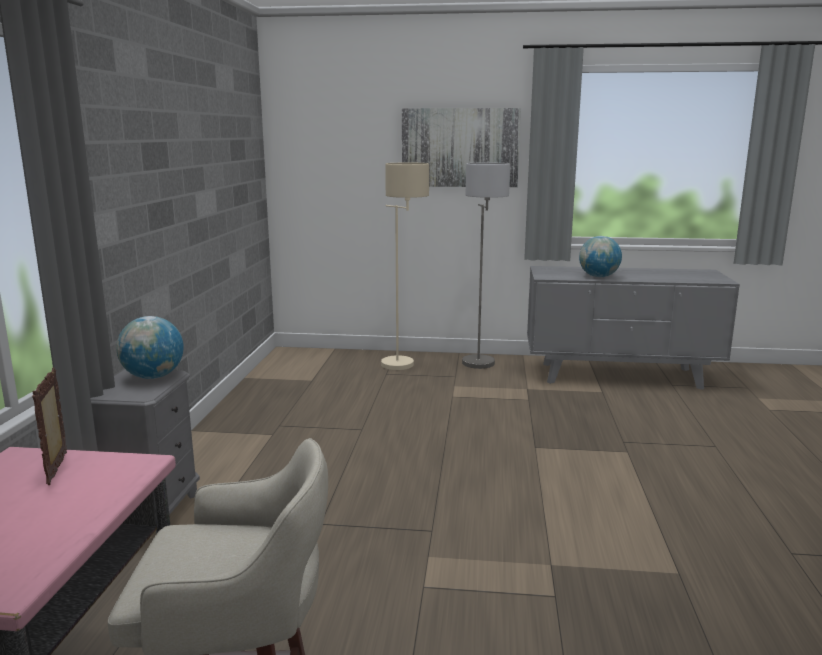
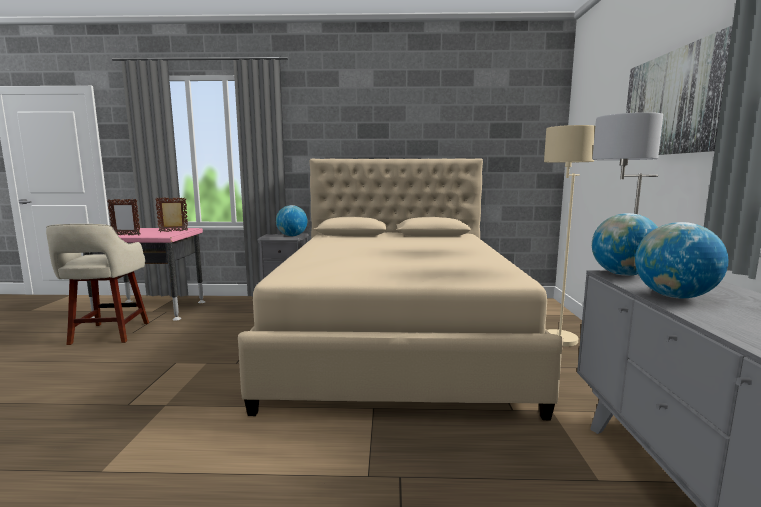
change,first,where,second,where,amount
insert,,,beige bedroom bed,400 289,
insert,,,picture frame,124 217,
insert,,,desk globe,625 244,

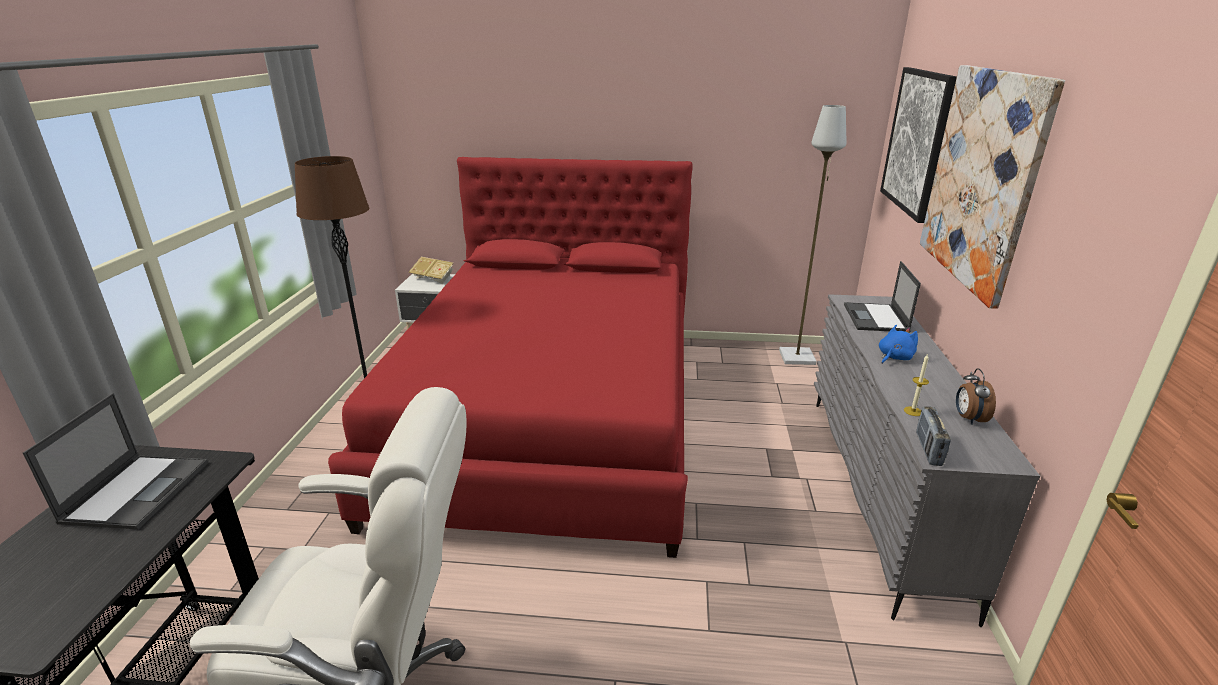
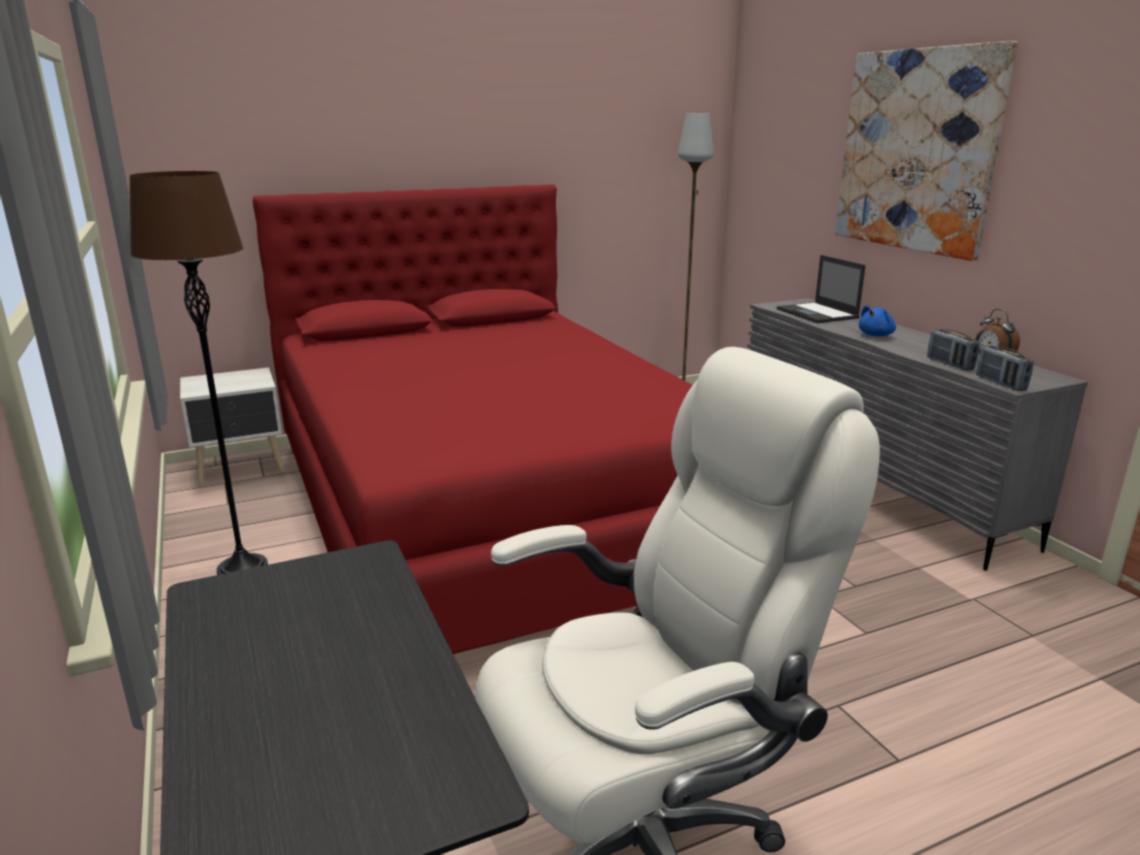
change,first,where,second,where,amount
delete,wall art,918 145,,,
delete,bound book,431 270,,,
rotate,bluish plush toy,898 344,,877 320,150 degrees counterclockwise
replace,wax light,916 385,radio set,953 350,
delete,notebook computer,115 461,,,

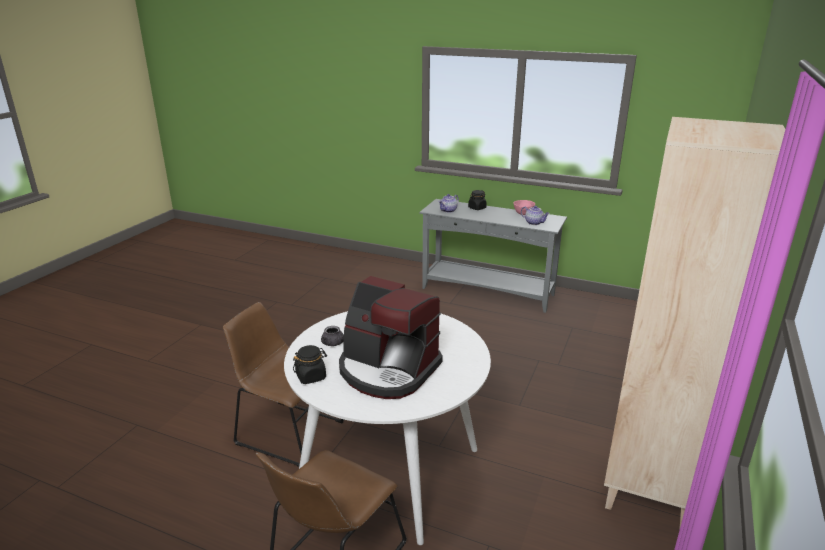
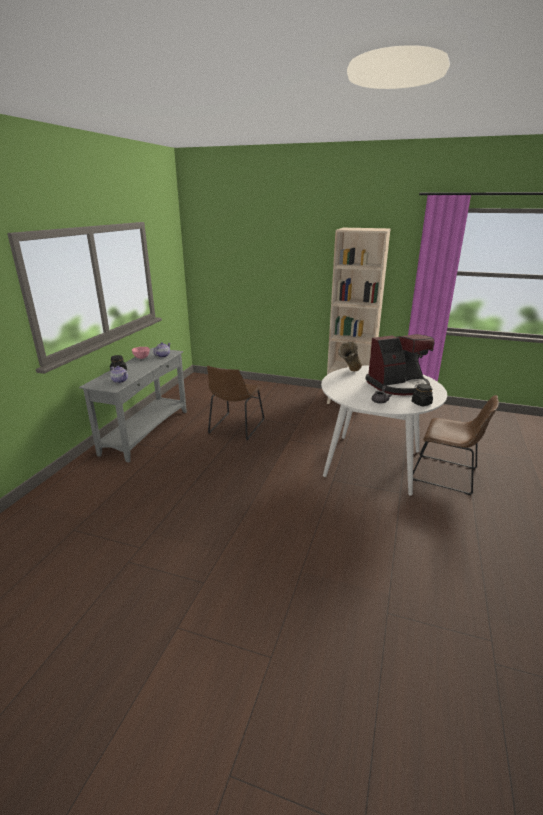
change,first,where,second,where,amount
rotate,coffee maker,391 337,,399 364,45 degrees clockwise
move,brownish plain chair,283 384,,235 403,
insert,,,beige vase,350 356,

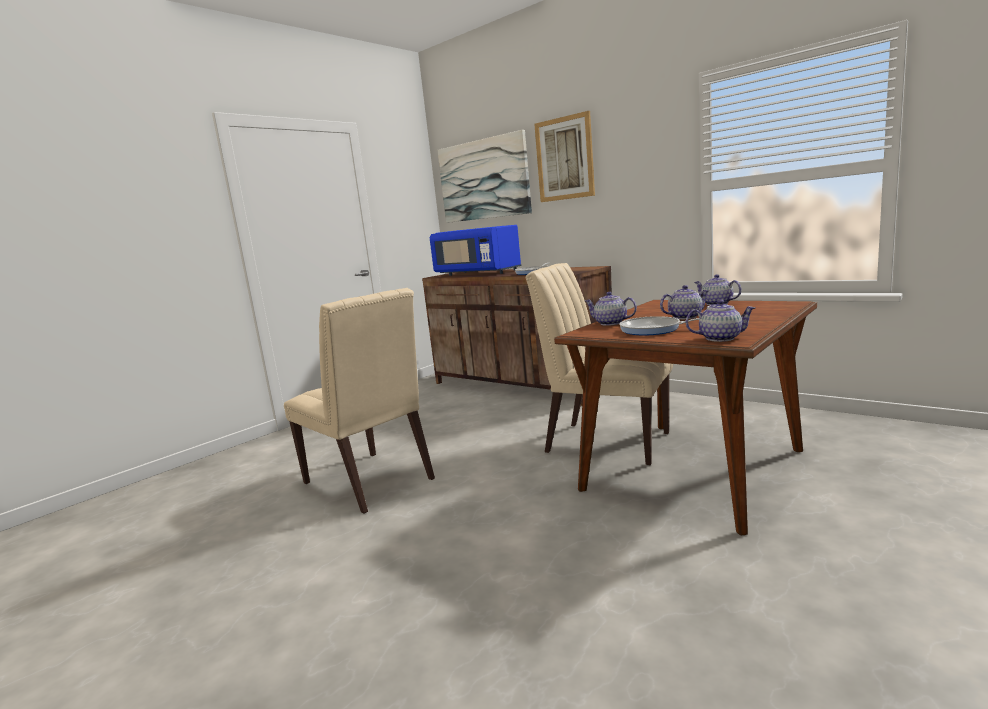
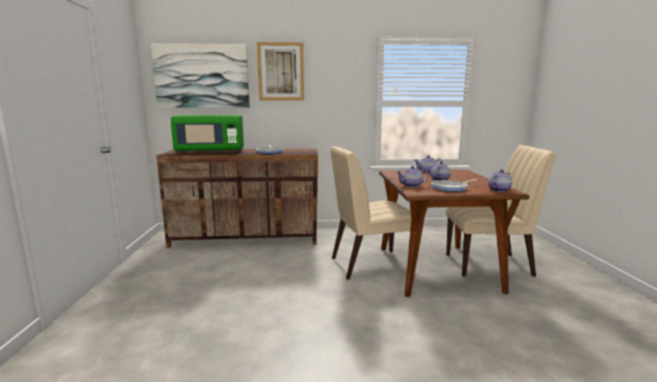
change,first,where,second,where,amount
recolor,bluish kitchen microwave,476 250,green-coloured kitchen microwave,207 134,
move,beige plain chair,359 401,,501 211,

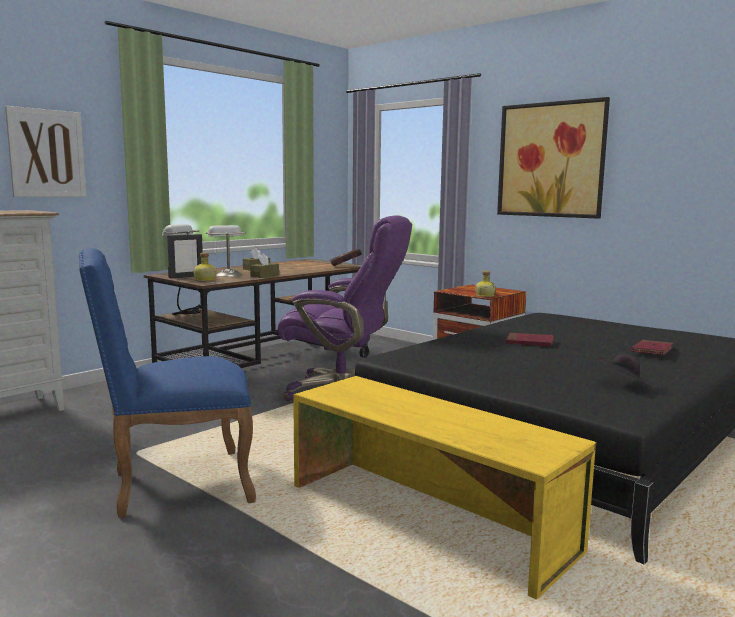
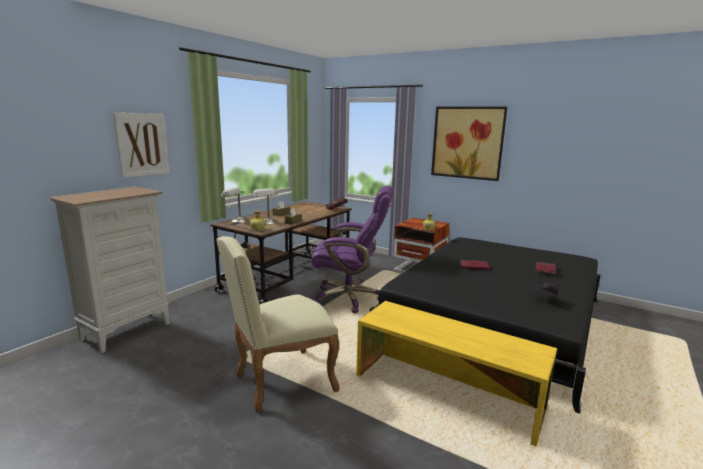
change,first,where,second,where,amount
delete,picture frame,185 256,,,
recolor,bluish plain chair,167 383,beige plain chair,277 324,

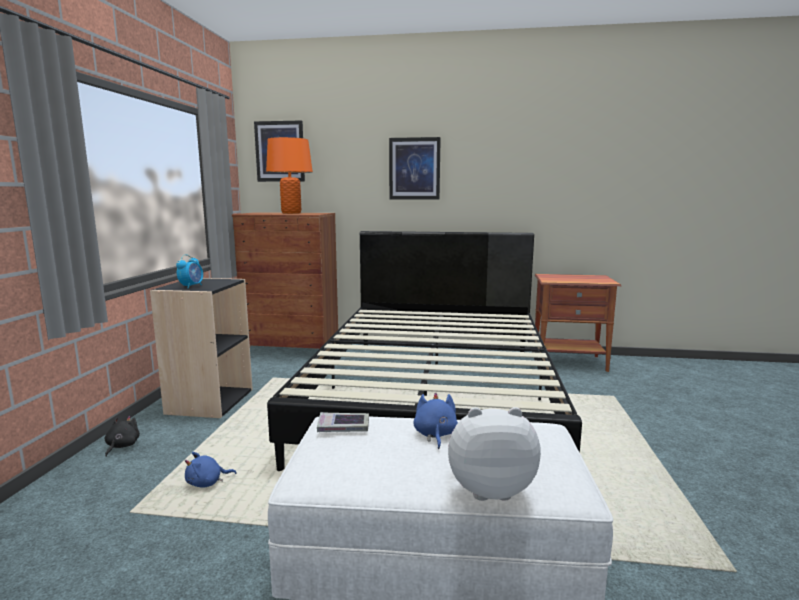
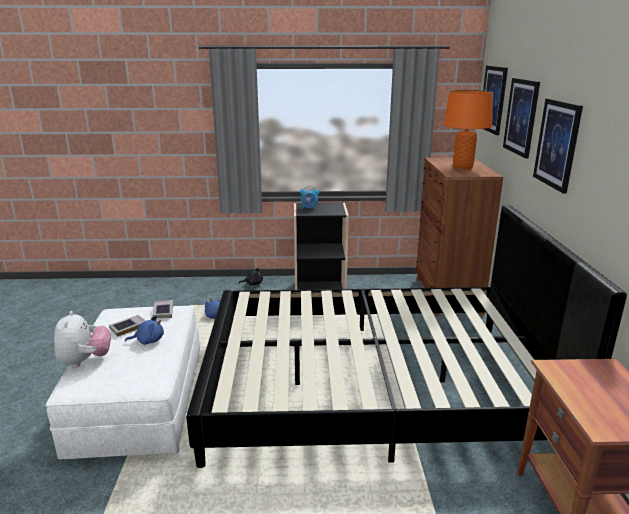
change,first,where,second,where,amount
insert,,,wall art,521 118,
insert,,,bound book,127 326,

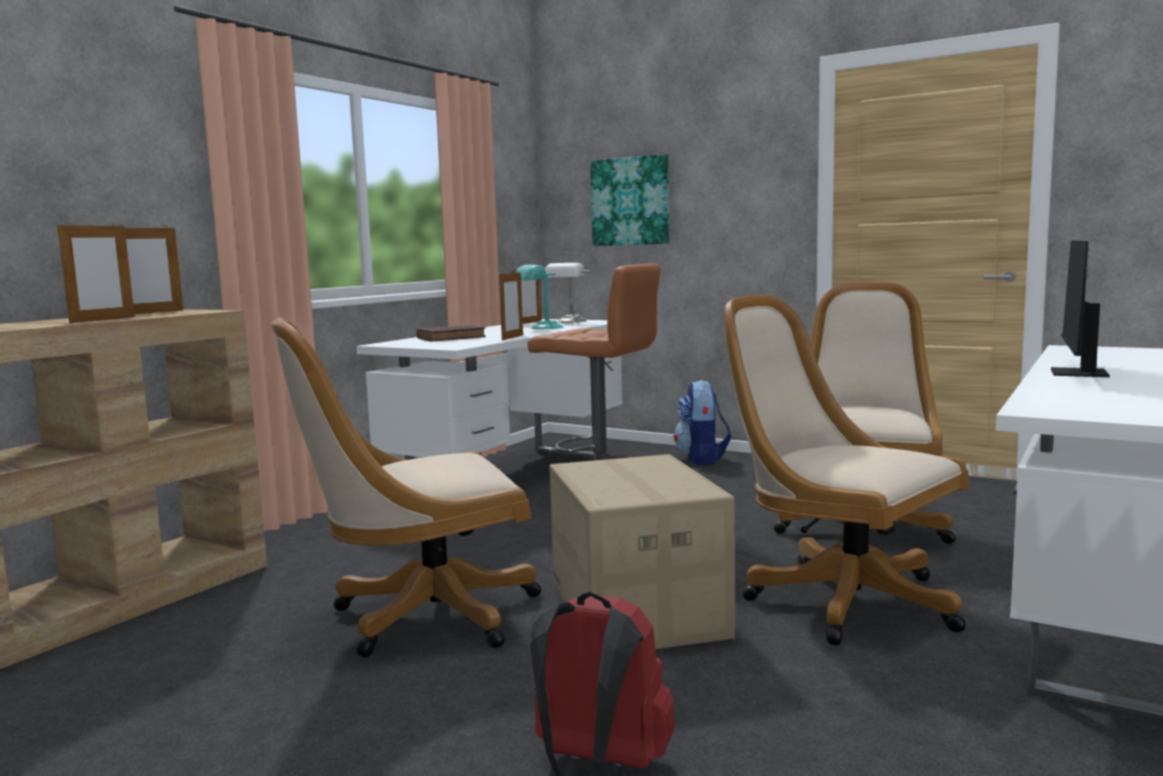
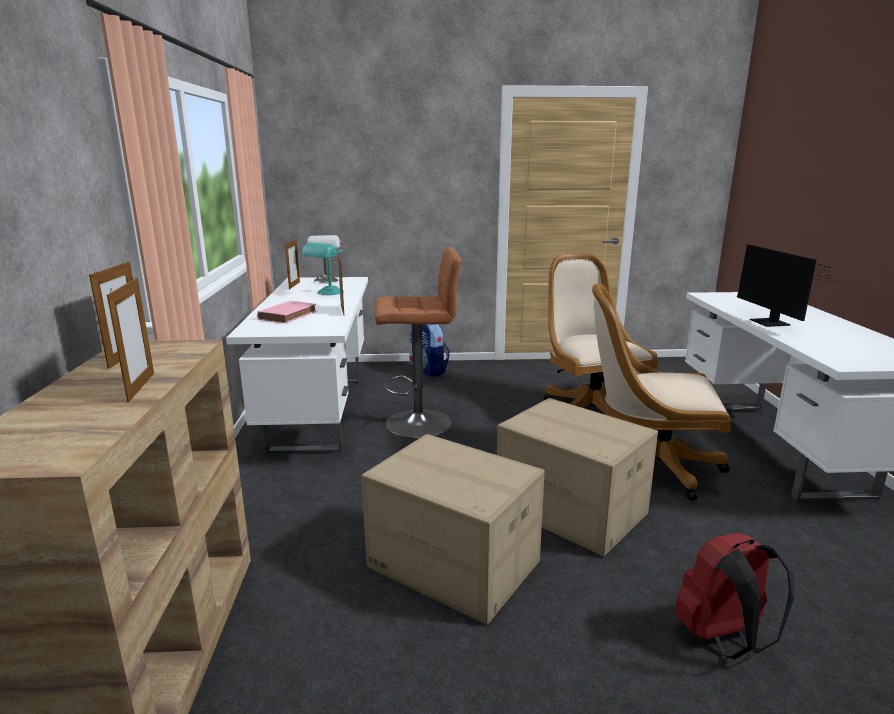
change,first,where,second,where,amount
delete,wall art,629 200,,,
replace,computer chair,406 487,carton,453 529,
recolor,brownish bound book,451 333,pink-coloured bound book,286 312,

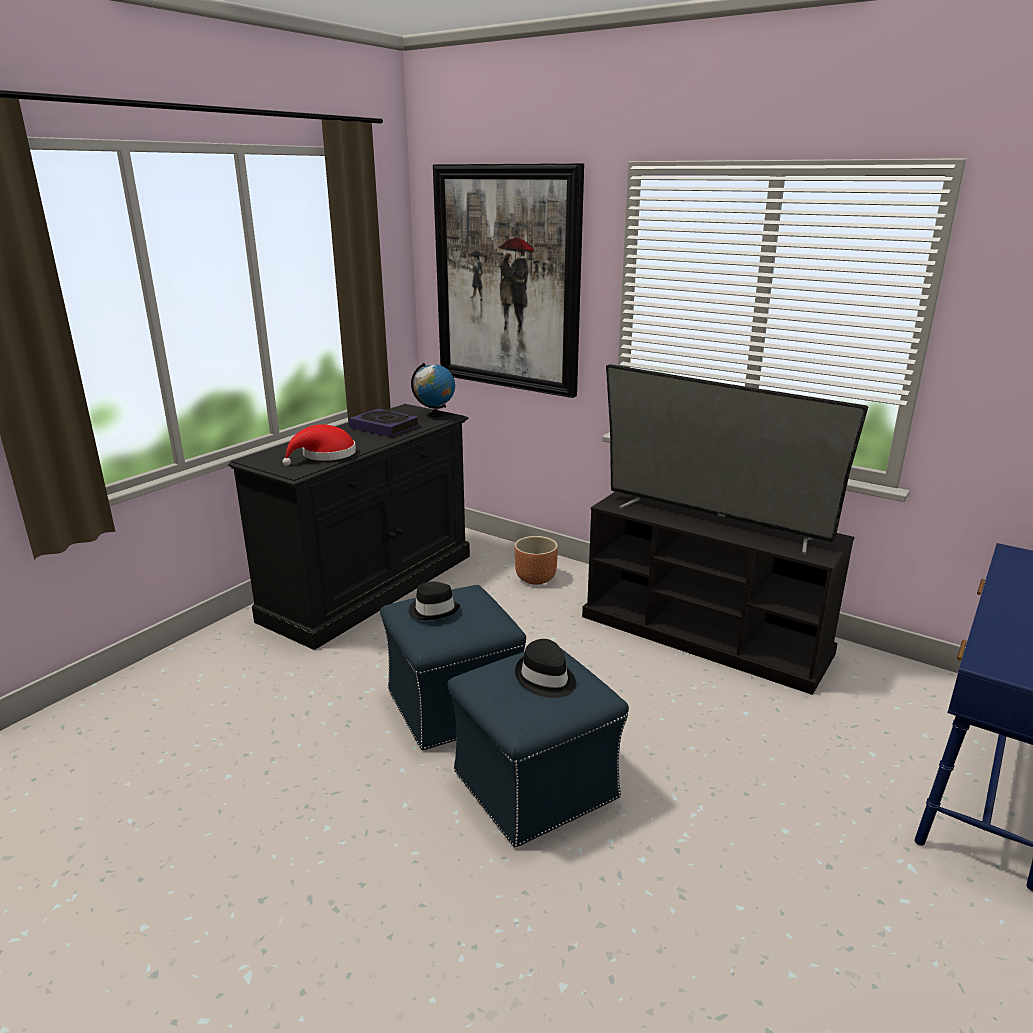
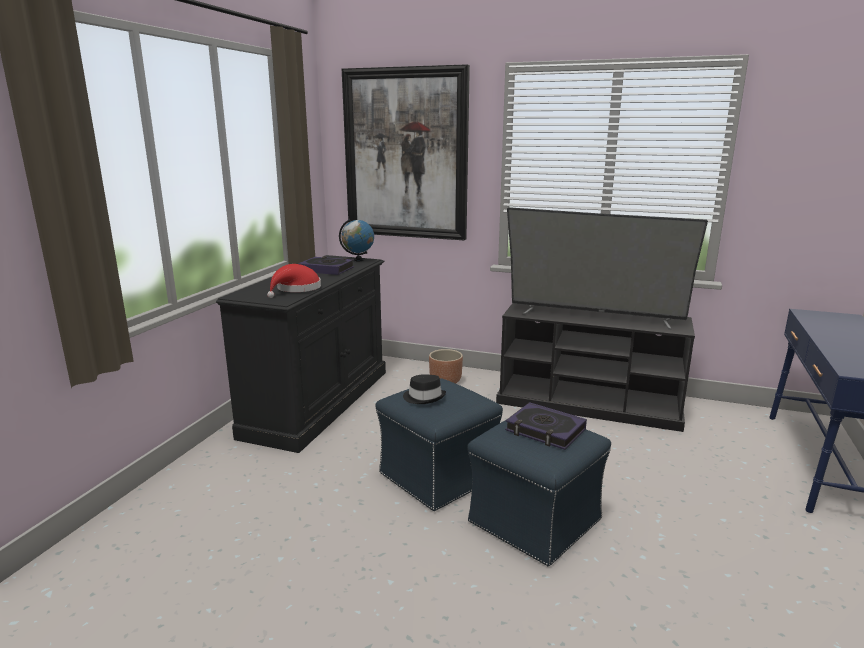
change,first,where,second,where,amount
replace,blackish clothing hat,545 668,bound book,546 426,

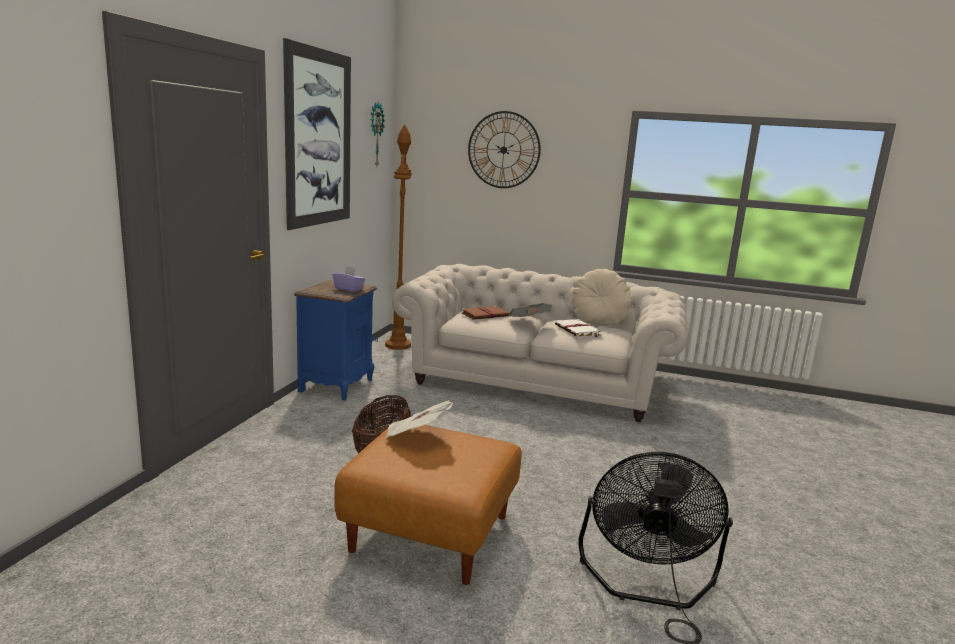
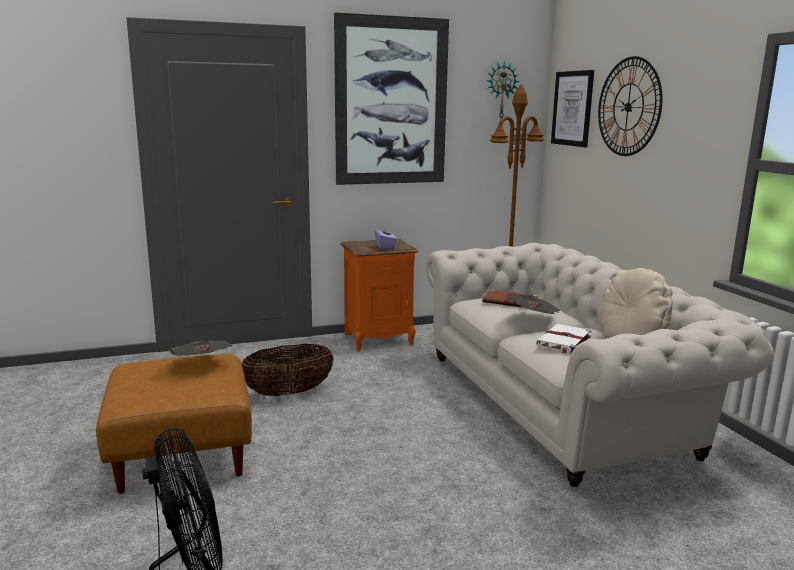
change,first,where,second,where,amount
recolor,bluish night table,336 340,orange night table,379 295,
insert,,,wall art,572 108,

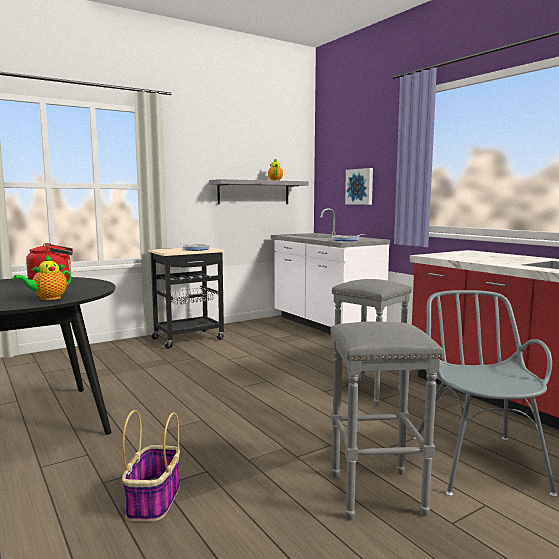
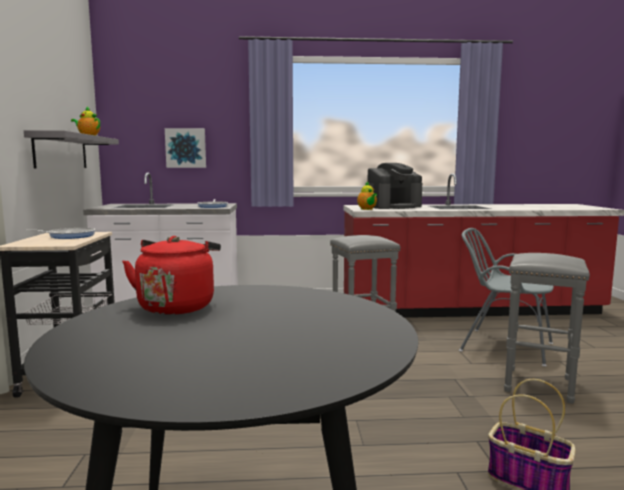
change,first,where,second,where,amount
move,teapot,42 277,,367 195,
insert,,,coffee maker,395 186,

